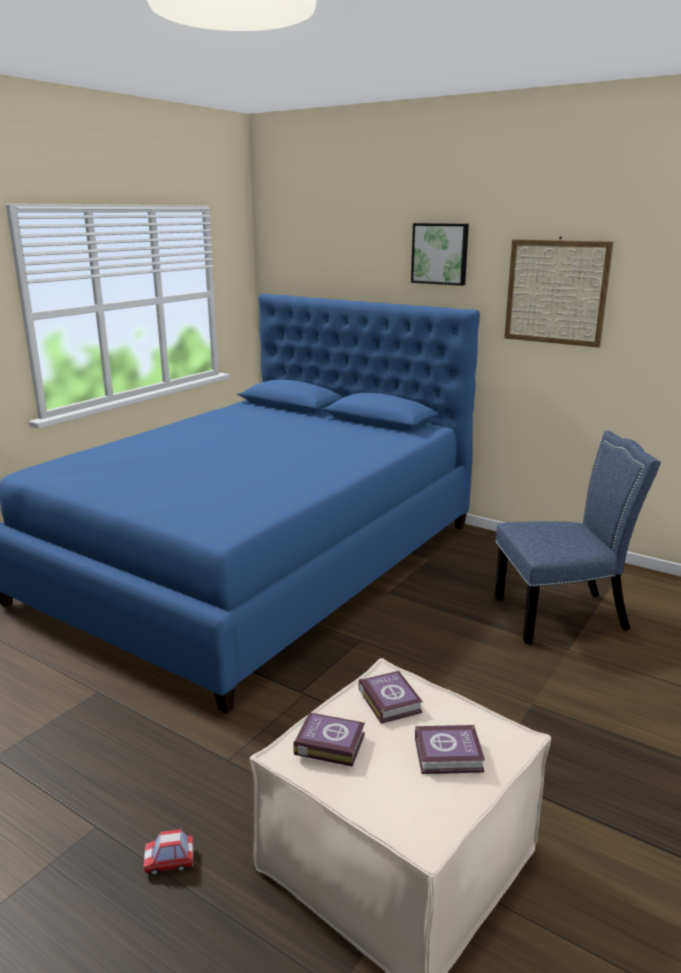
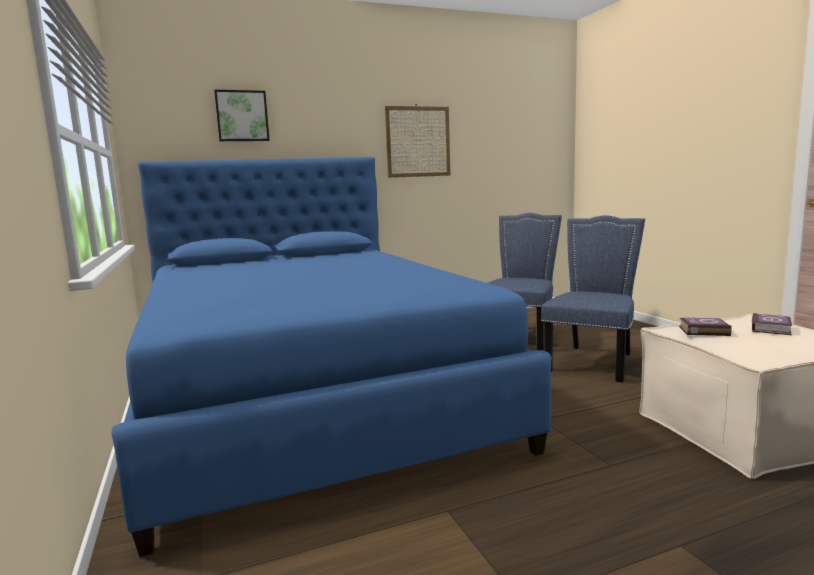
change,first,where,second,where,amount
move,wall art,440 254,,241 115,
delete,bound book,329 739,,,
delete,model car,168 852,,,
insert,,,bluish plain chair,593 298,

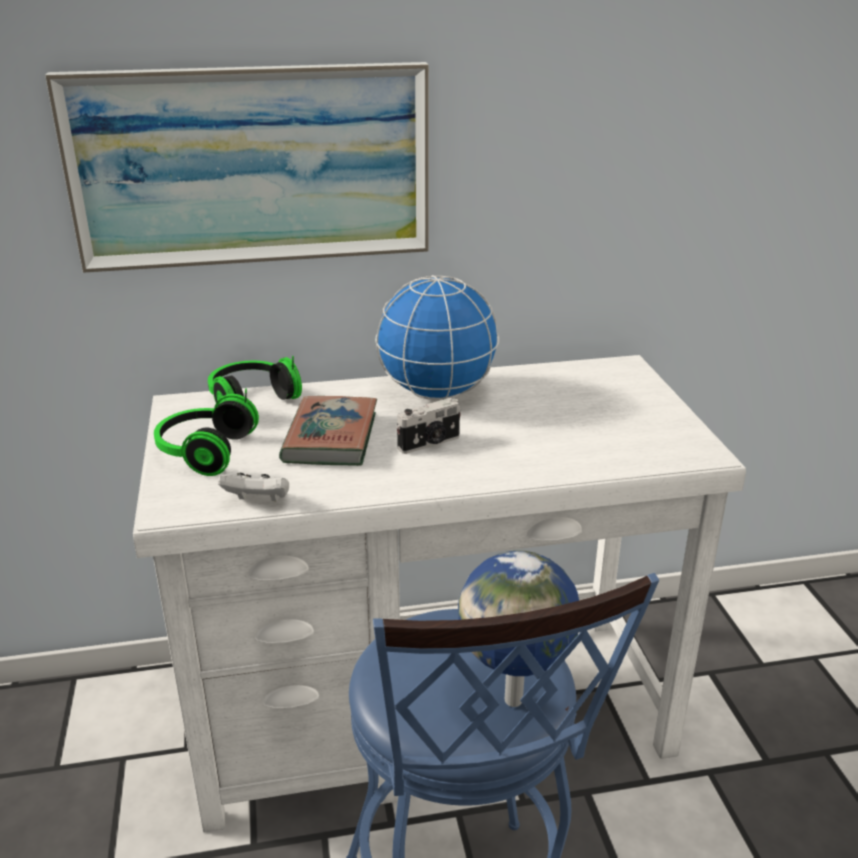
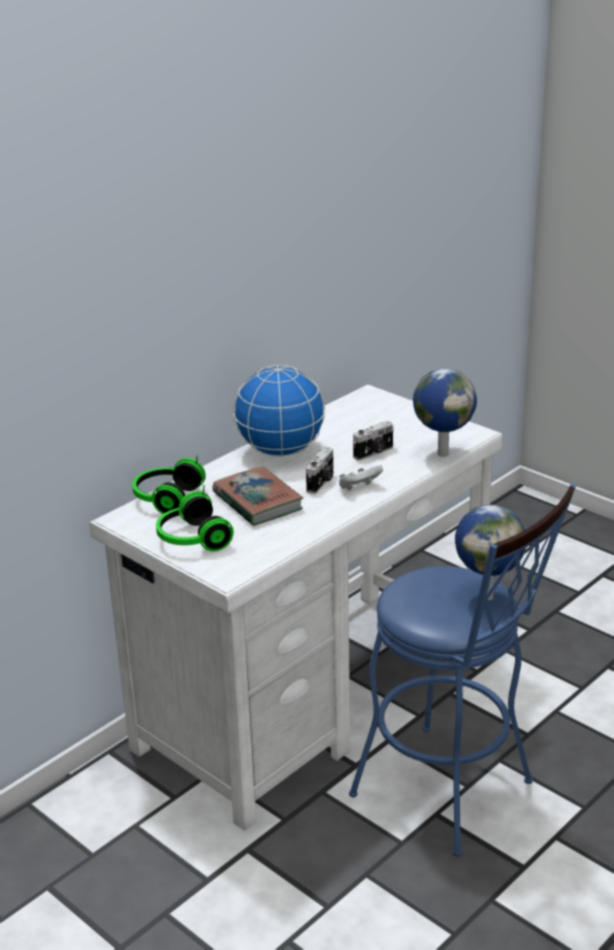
change,first,where,second,where,amount
delete,wall art,237 167,,,
move,whitish game controller,253 487,,361 477,
insert,,,desk globe,445 412,
insert,,,still camera,373 441,

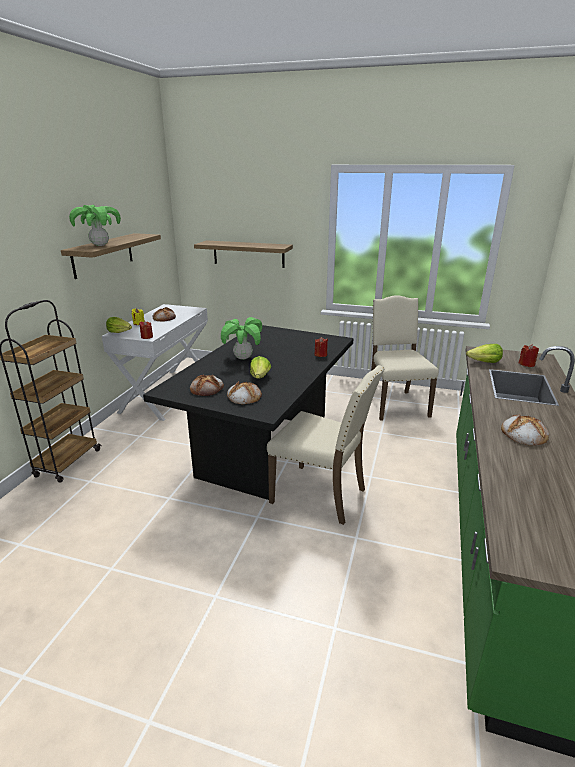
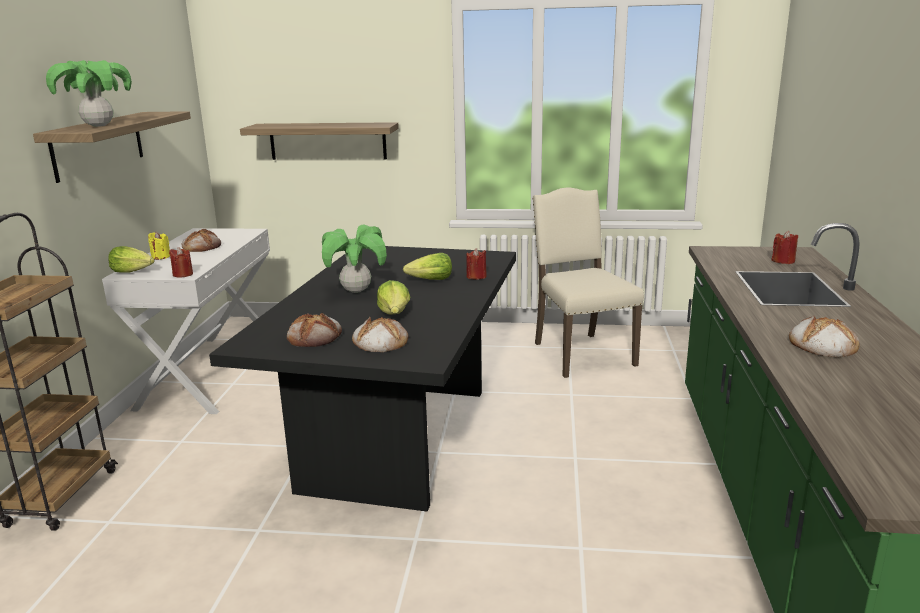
change,first,where,second,where,amount
move,lettuce,484 353,,427 266,
delete,beige plain chair,326 445,,,

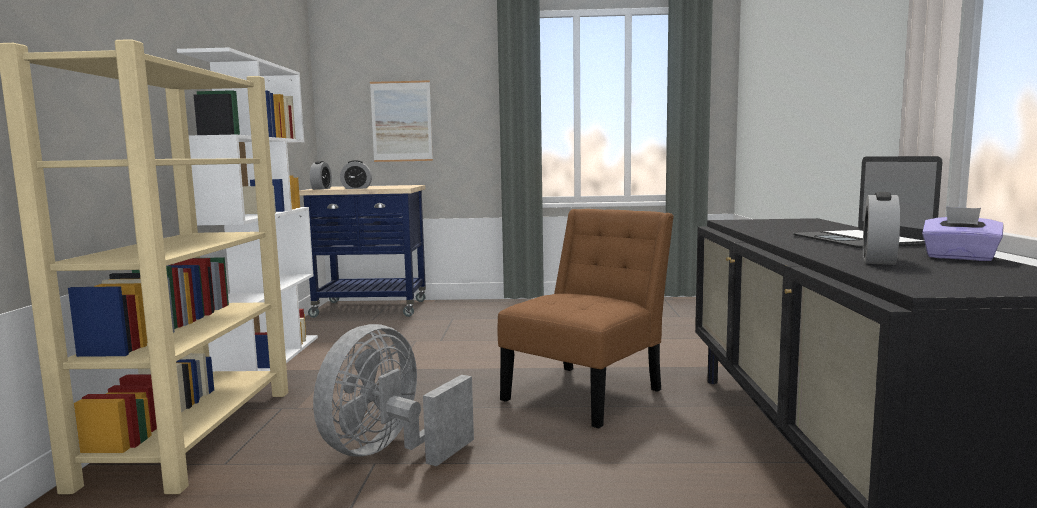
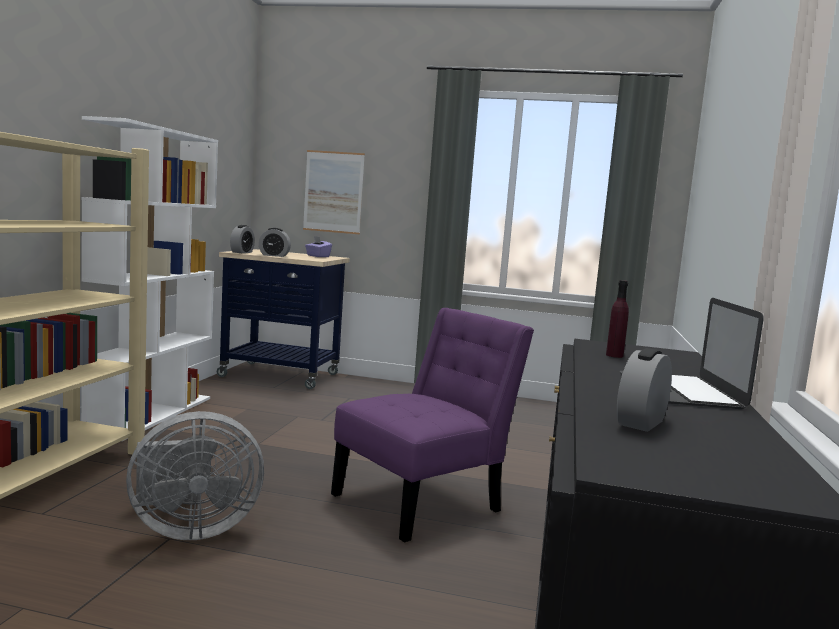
change,first,where,second,where,amount
move,purple-coloured tissue holder,962 234,,318 246,
recolor,brownish plain chair,585 319,purple-coloured plain chair,432 425,
rotate,greyish fan,393 395,,195 475,150 degrees counterclockwise
insert,,,purple-coloured drink bottle,617 319,

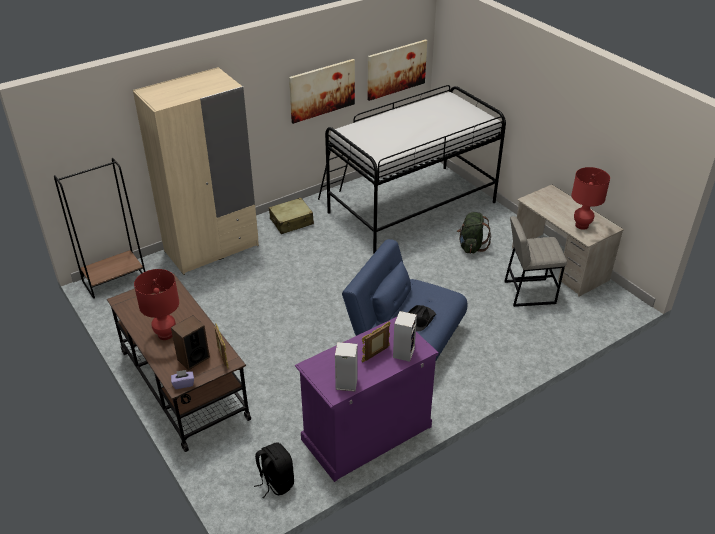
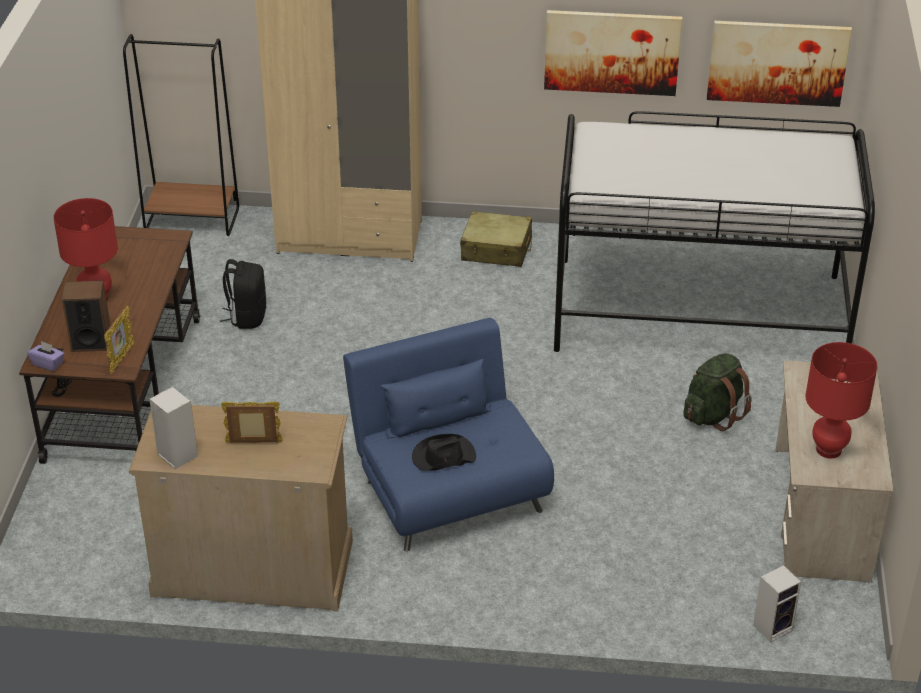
change,first,where,second,where,amount
delete,greyish plain chair,535 261,,,
move,loudspeaker,405 336,,777 604,
recolor,purple-coloured dresser,366 399,beige dresser,241 508,
move,blackish rucksack,274 470,,243 294,

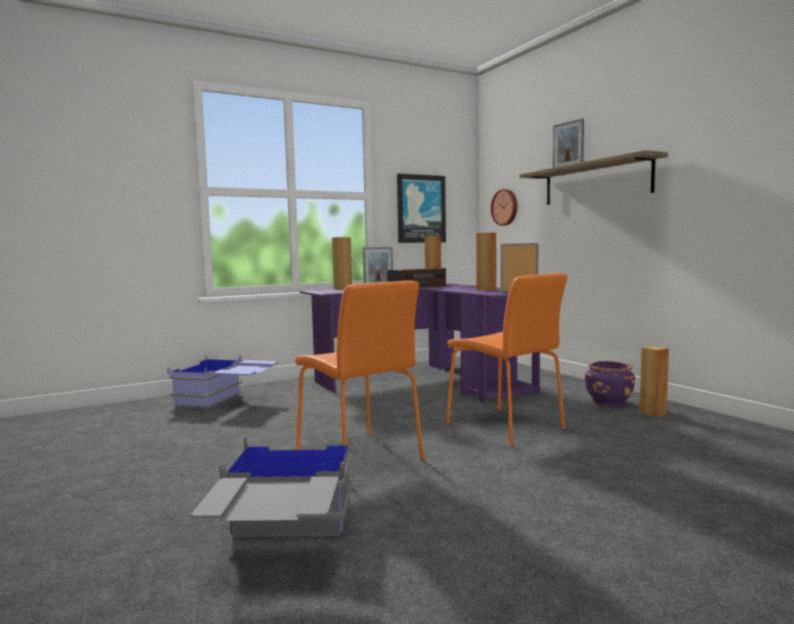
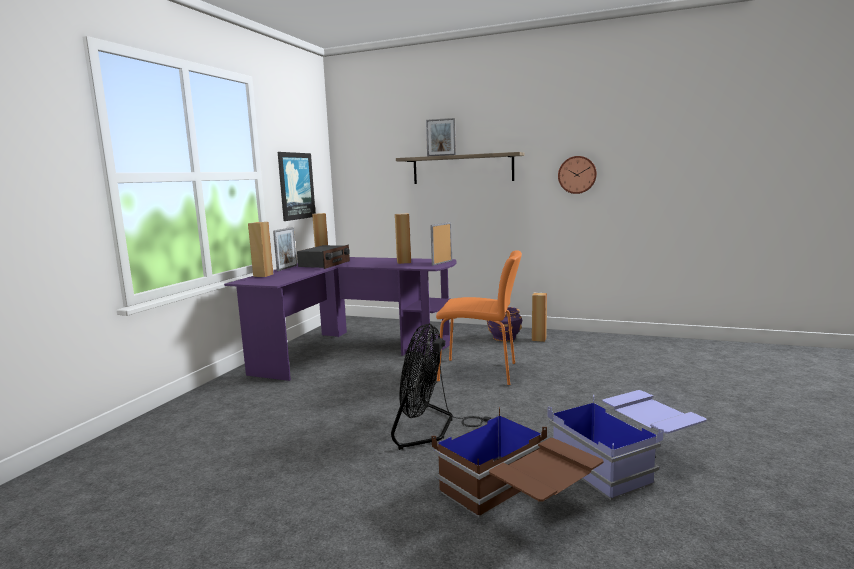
change,first,where,second,where,amount
move,clock on the wall,504 207,,577 175,
replace,orange plain chair,359 370,blackish fan,441 387,
move,bluish storage container,222 382,,627 445,
recolor,greyish storage container,272 486,brownish storage container,517 462,

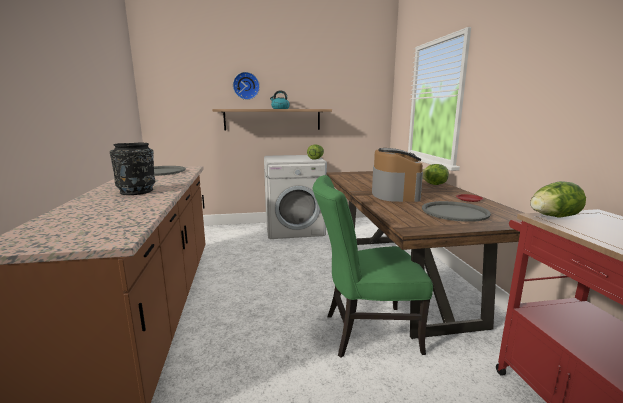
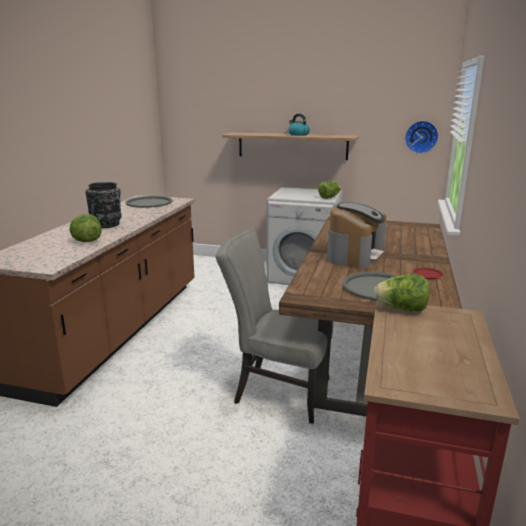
change,first,where,second,where,amount
move,clock on the wall,246 86,,422 137,
move,lettuce,435 174,,85 228,
recolor,green-coloured plain chair,372 266,greyish plain chair,274 327,

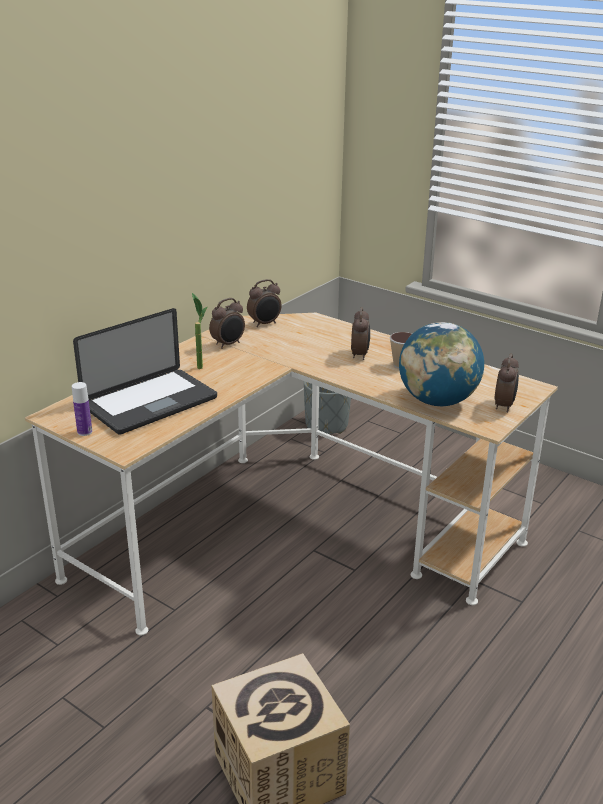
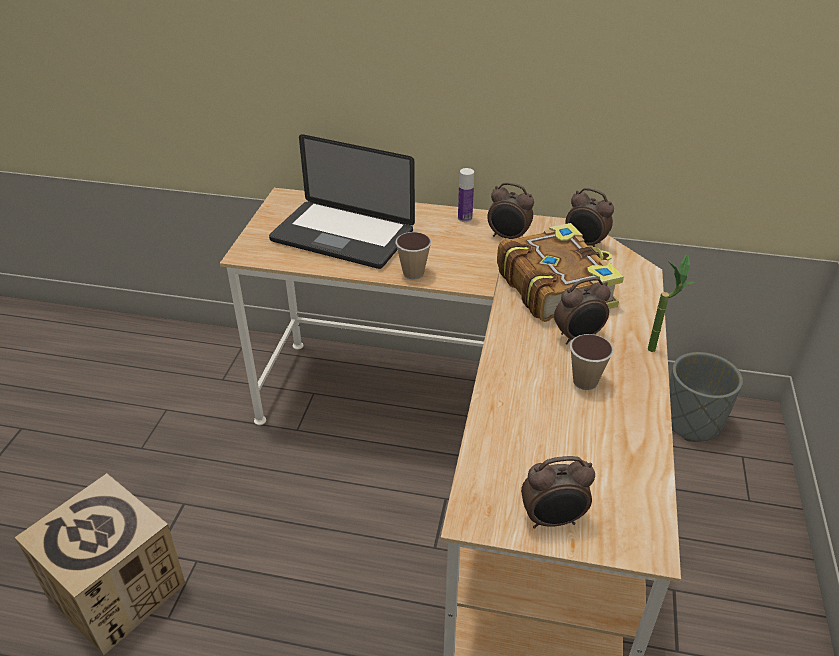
change,first,where,second,where,amount
move,potted plant,200 331,,671 302,
delete,desk globe,441 364,,,
move,drink bottle,82 409,,466 195,
insert,,,bound book,560 272,
insert,,,drinking cup,413 256,

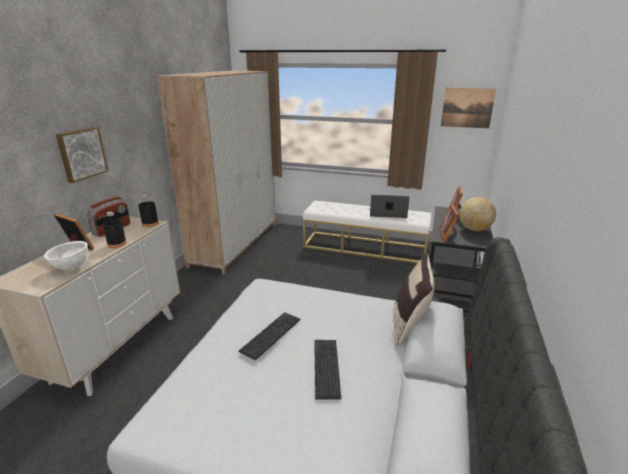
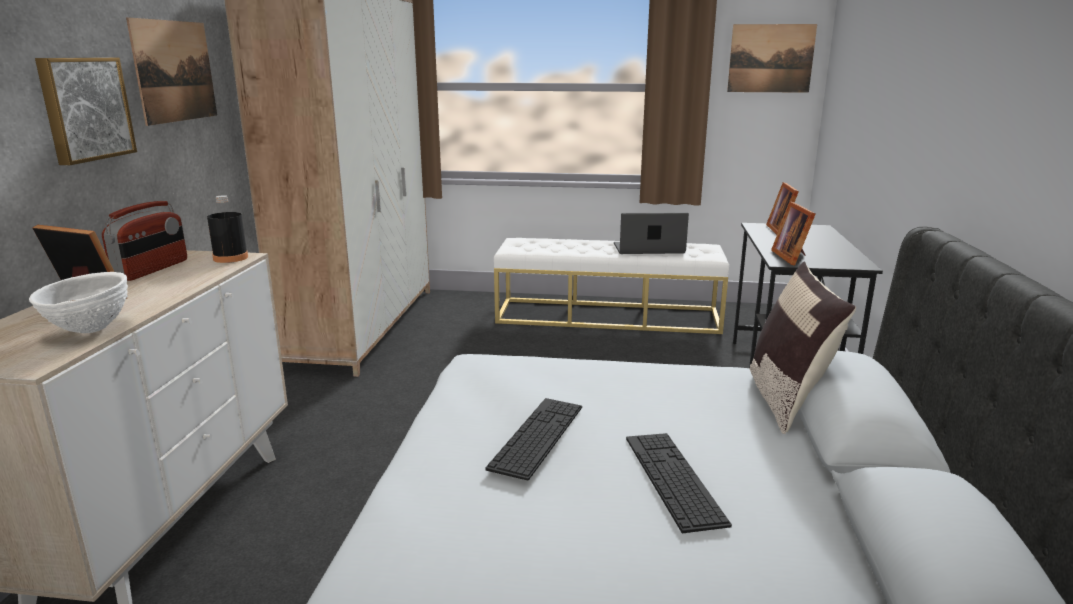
change,first,where,second,where,amount
delete,desk globe,477 214,,,
delete,blackish drink bottle,115 229,,,
insert,,,wall art,171 71,

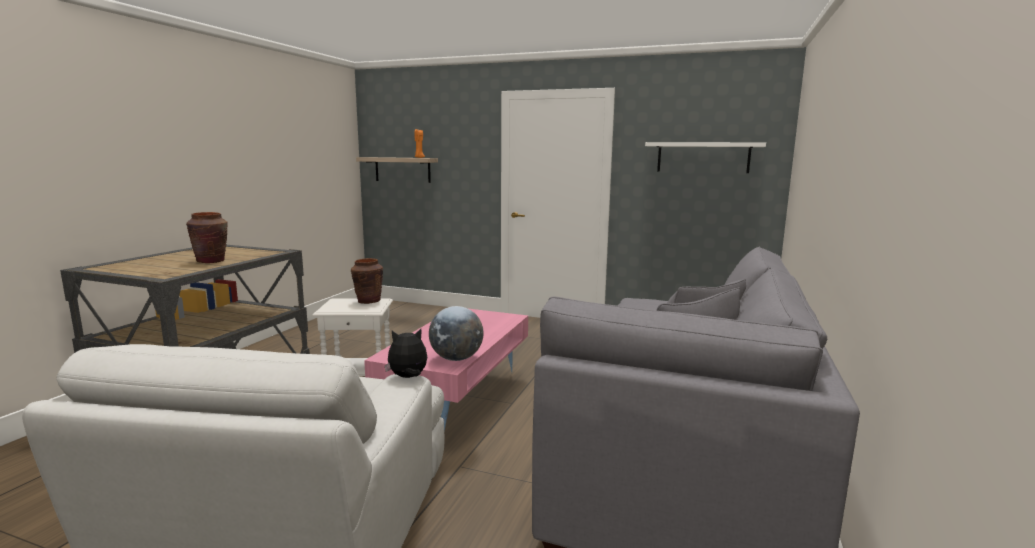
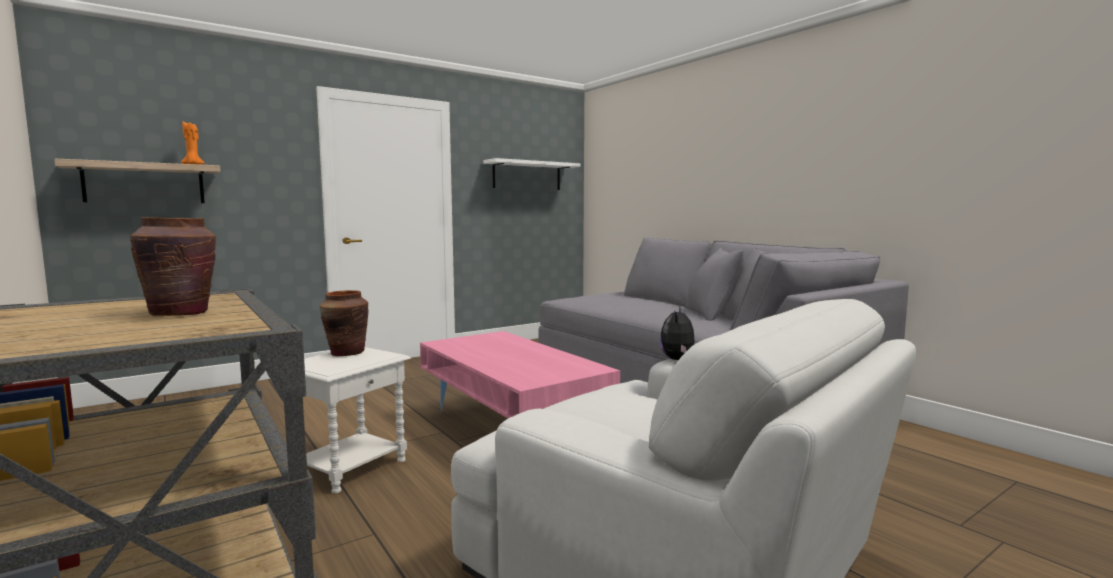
change,first,where,second,where,amount
delete,desk globe,456 333,,,

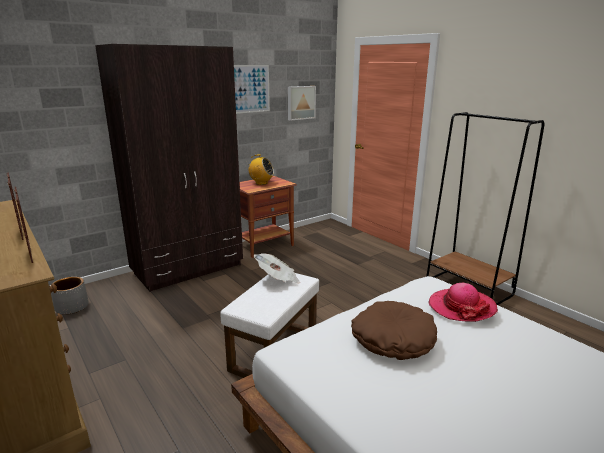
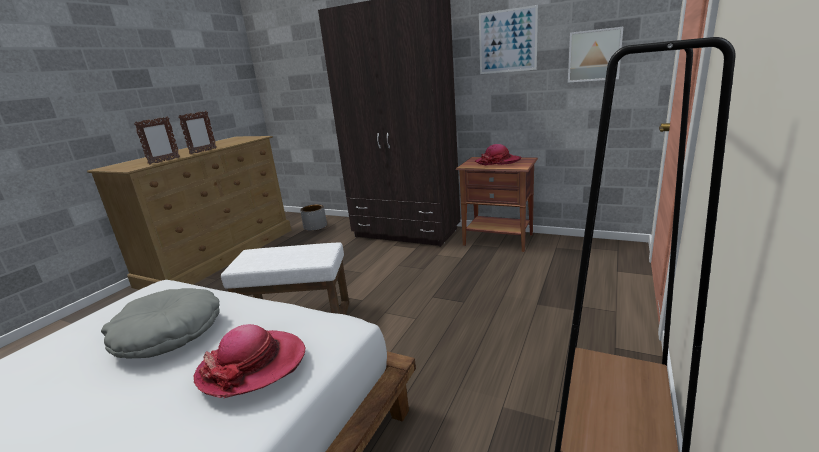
change,first,where,second,where,amount
replace,radio set,260 169,clothing hat,498 154,
delete,daily paper,277 268,,,
recolor,brownish cushion,394 330,greyish cushion,160 323,

